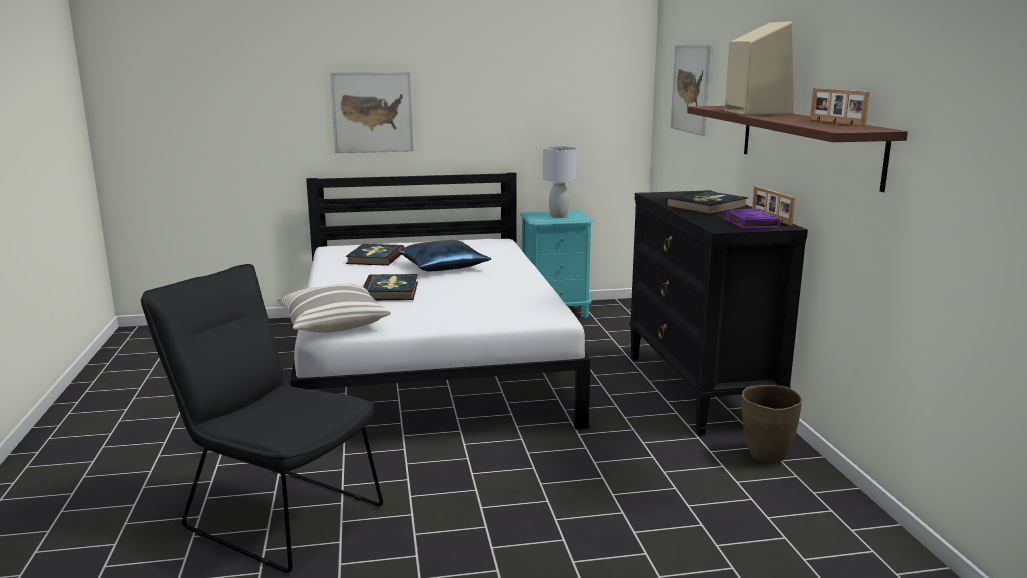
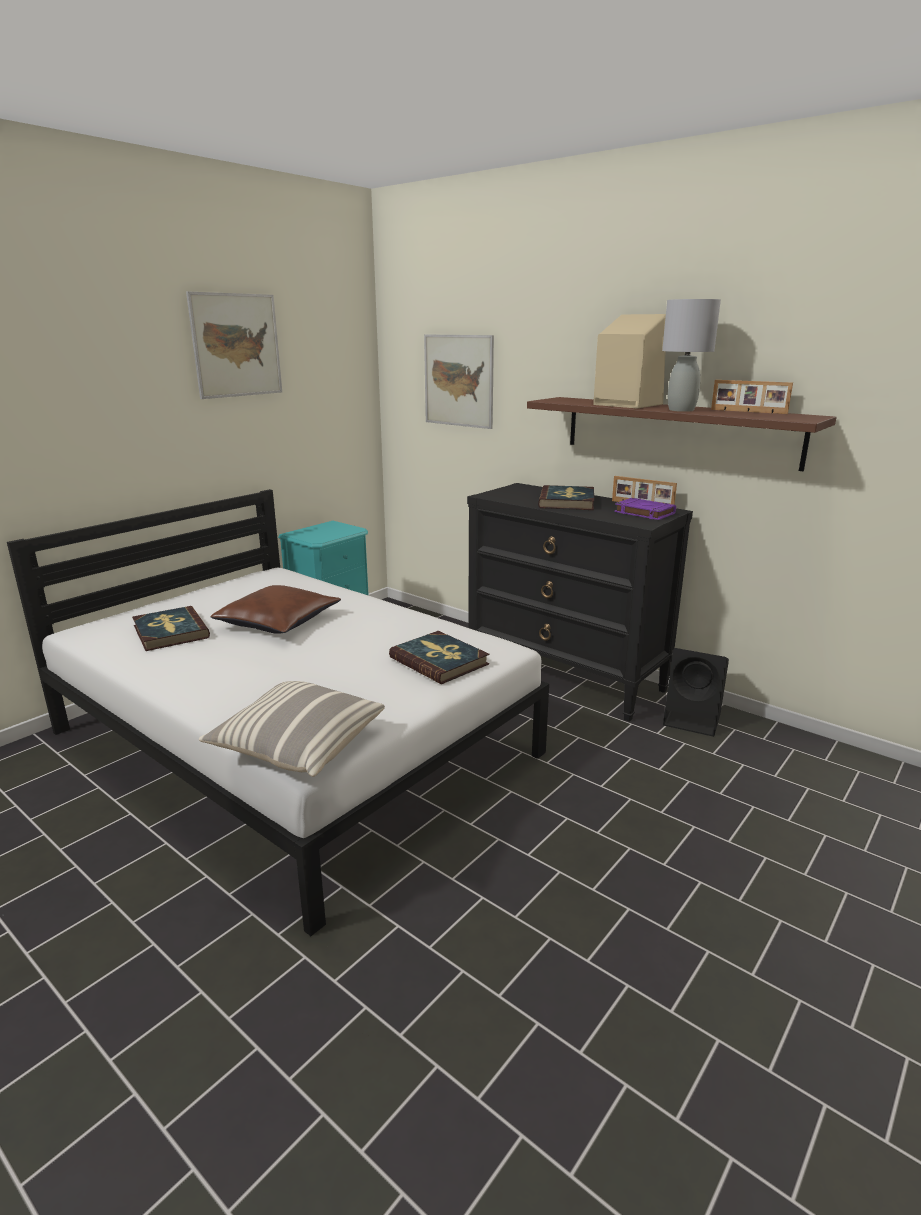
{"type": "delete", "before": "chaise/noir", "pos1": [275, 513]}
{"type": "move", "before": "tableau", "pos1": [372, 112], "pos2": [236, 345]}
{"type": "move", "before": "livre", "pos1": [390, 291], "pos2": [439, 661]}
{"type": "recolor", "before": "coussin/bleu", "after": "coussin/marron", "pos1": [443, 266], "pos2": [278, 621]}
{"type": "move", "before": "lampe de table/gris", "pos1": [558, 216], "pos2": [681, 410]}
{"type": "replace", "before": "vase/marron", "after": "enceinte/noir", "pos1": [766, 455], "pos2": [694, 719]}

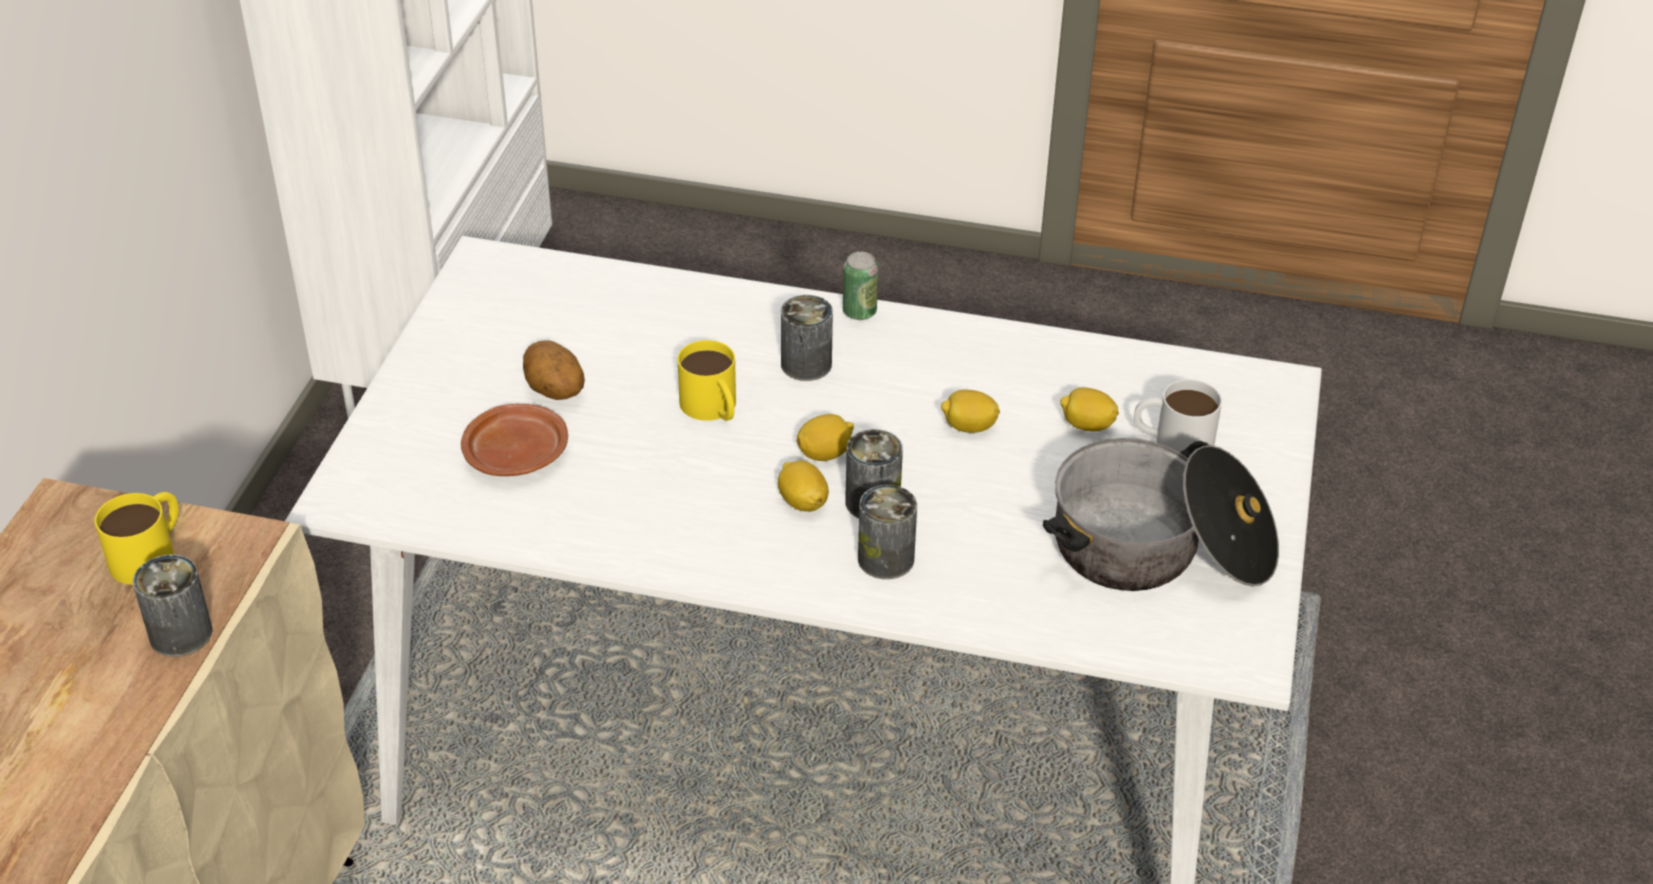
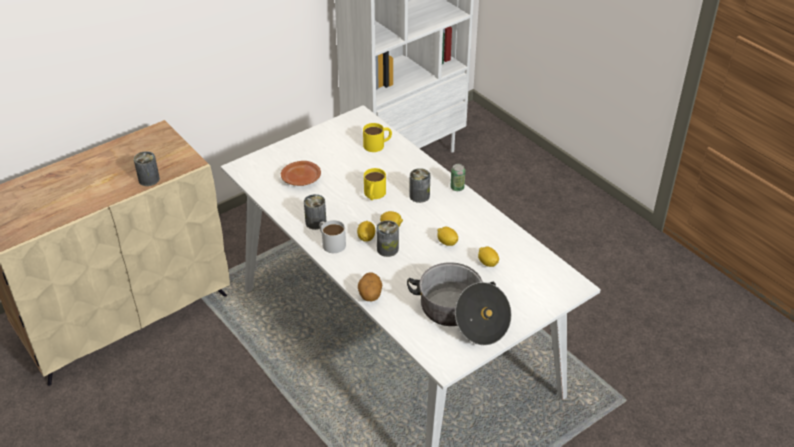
{"type": "move", "before": "mug/jaune", "pos1": [151, 553], "pos2": [377, 144]}
{"type": "move", "before": "pomme de terre", "pos1": [554, 392], "pos2": [370, 295]}
{"type": "move", "before": "boîte métallique", "pos1": [886, 559], "pos2": [316, 222]}
{"type": "move", "before": "mug/blanc", "pos1": [1172, 440], "pos2": [331, 242]}

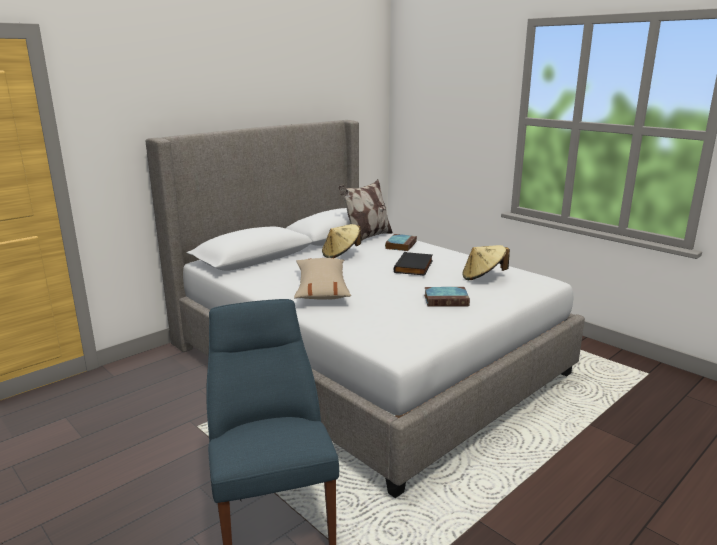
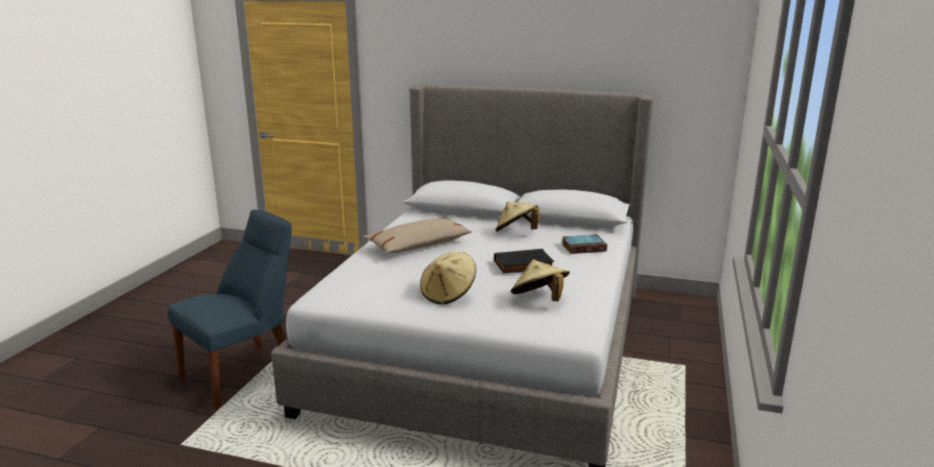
{"type": "delete", "before": "coussin", "pos1": [366, 237]}
{"type": "replace", "before": "livre", "after": "chapeau/beige", "pos1": [447, 300], "pos2": [448, 294]}

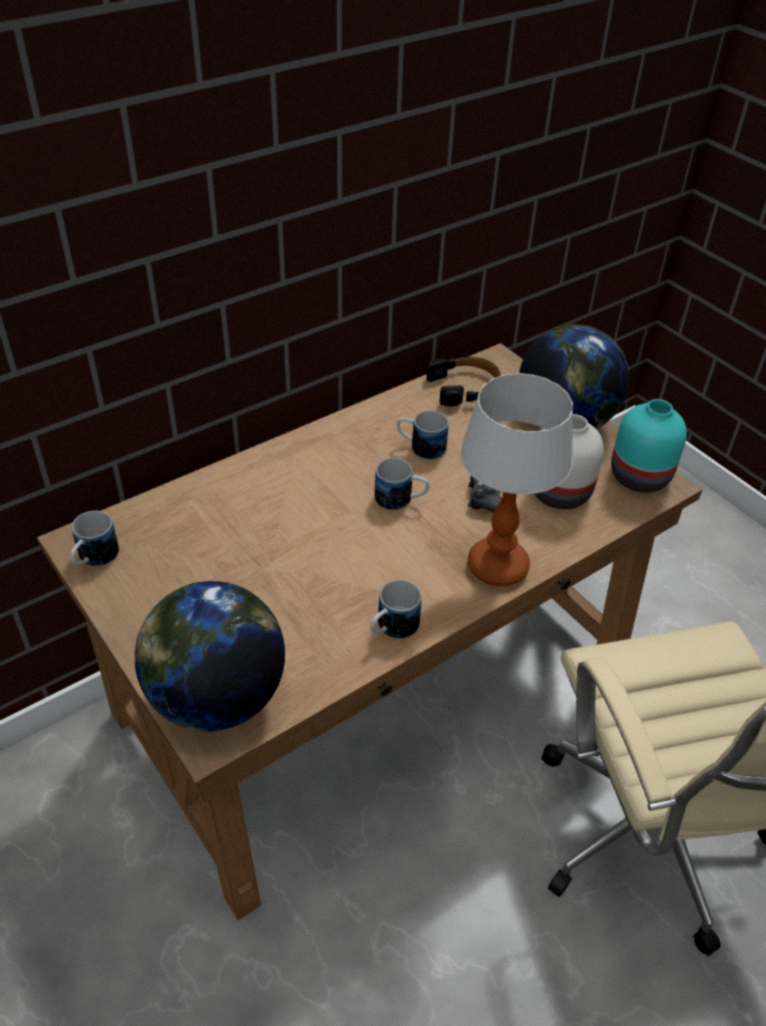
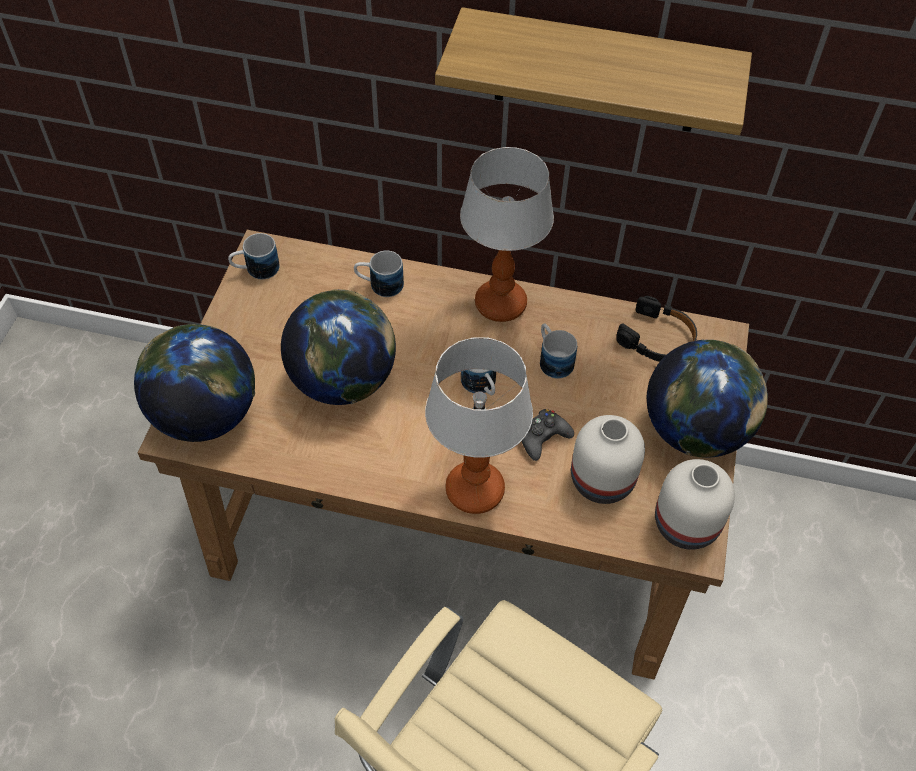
{"type": "move", "before": "mug", "pos1": [391, 629], "pos2": [379, 285]}
{"type": "recolor", "before": "vase/turquoise", "after": "vase/blanc", "pos1": [639, 478], "pos2": [684, 525]}
{"type": "insert", "after": "globe", "pos2": [343, 381]}
{"type": "insert", "after": "étagère", "pos2": [597, 72]}
{"type": "insert", "after": "lampe de table", "pos2": [501, 304]}

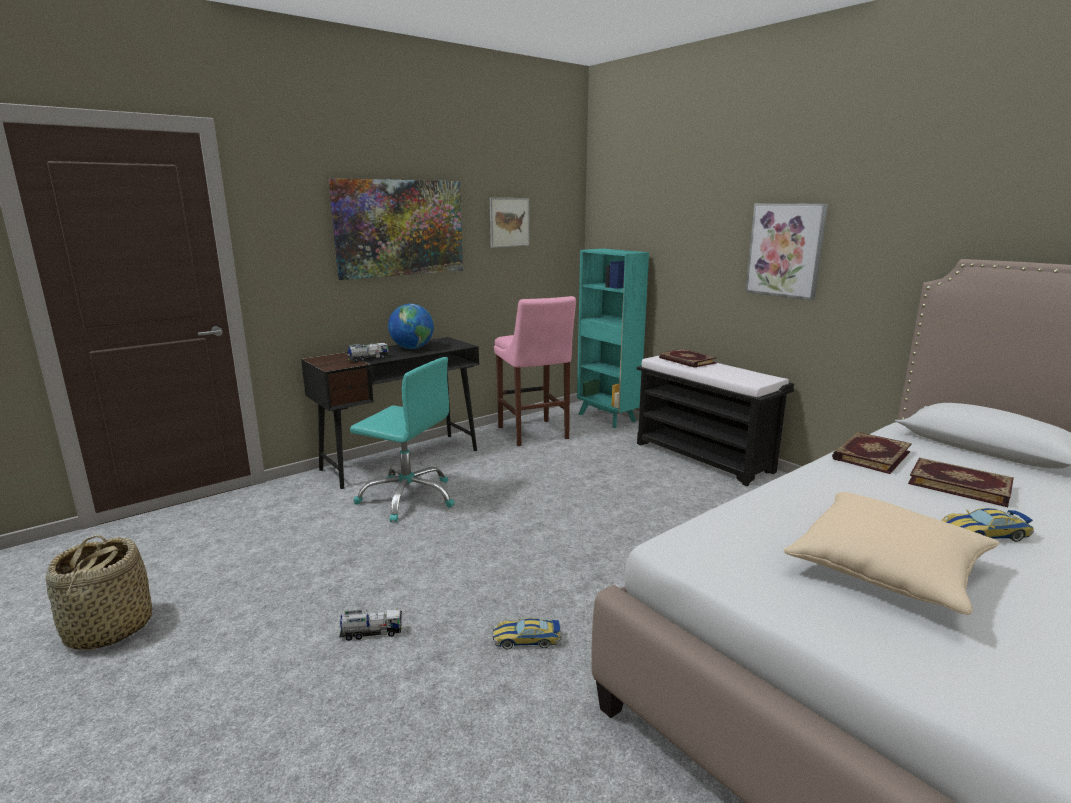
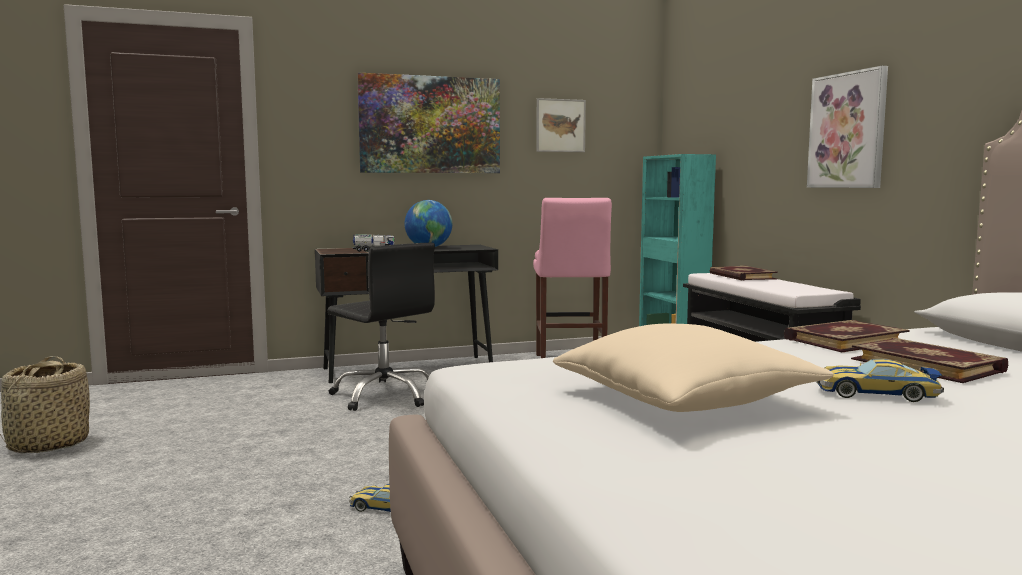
{"type": "delete", "before": "camion jouet", "pos1": [371, 633]}
{"type": "recolor", "before": "chaise de bureau/turquoise", "after": "chaise de bureau/noir", "pos1": [408, 497], "pos2": [385, 395]}

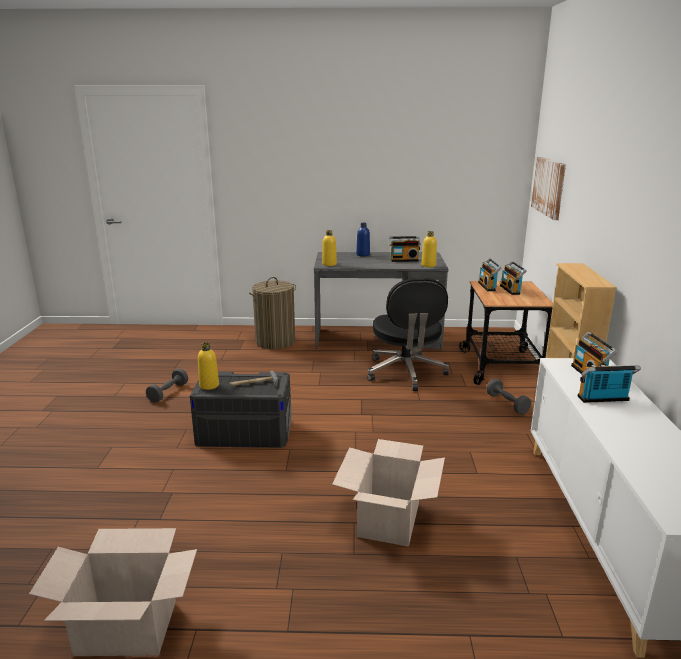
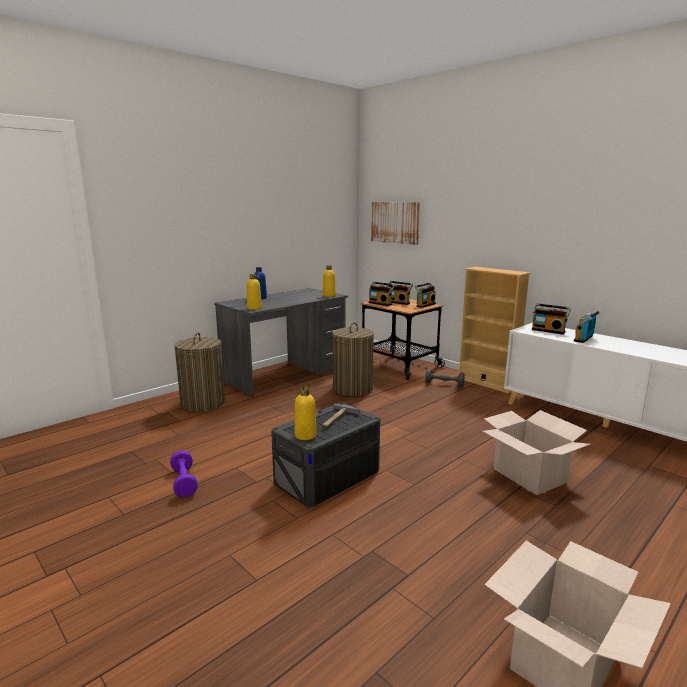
{"type": "recolor", "before": "haltère/gris", "after": "haltère/violet", "pos1": [168, 392], "pos2": [184, 482]}
{"type": "replace", "before": "chaise de bureau/noir", "after": "panier à linge", "pos1": [406, 373], "pos2": [352, 389]}
{"type": "move", "before": "radio", "pos1": [404, 260], "pos2": [425, 305]}

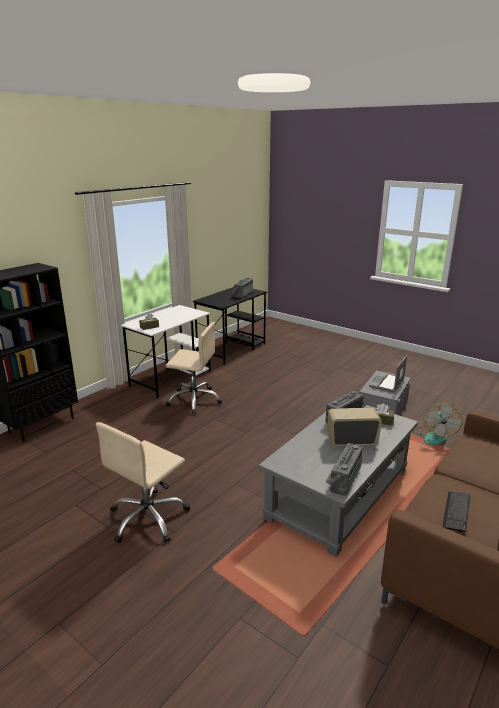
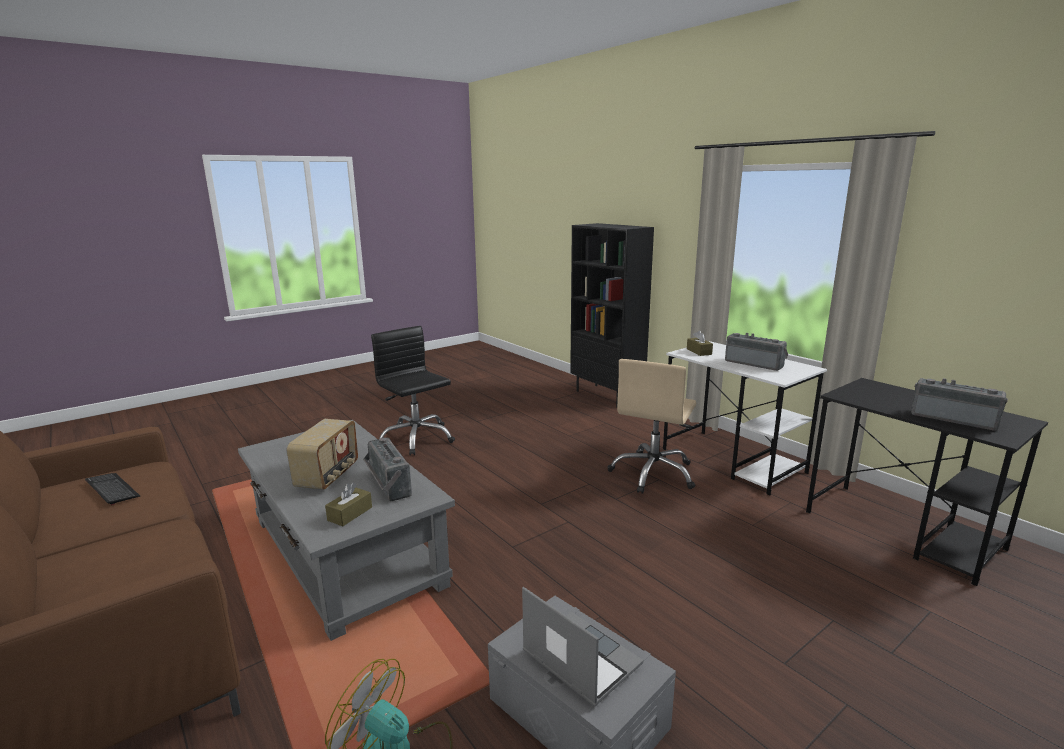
{"type": "recolor", "before": "chaise de bureau/beige", "after": "chaise de bureau/noir", "pos1": [148, 518], "pos2": [416, 438]}
{"type": "move", "before": "radio", "pos1": [342, 478], "pos2": [755, 363]}

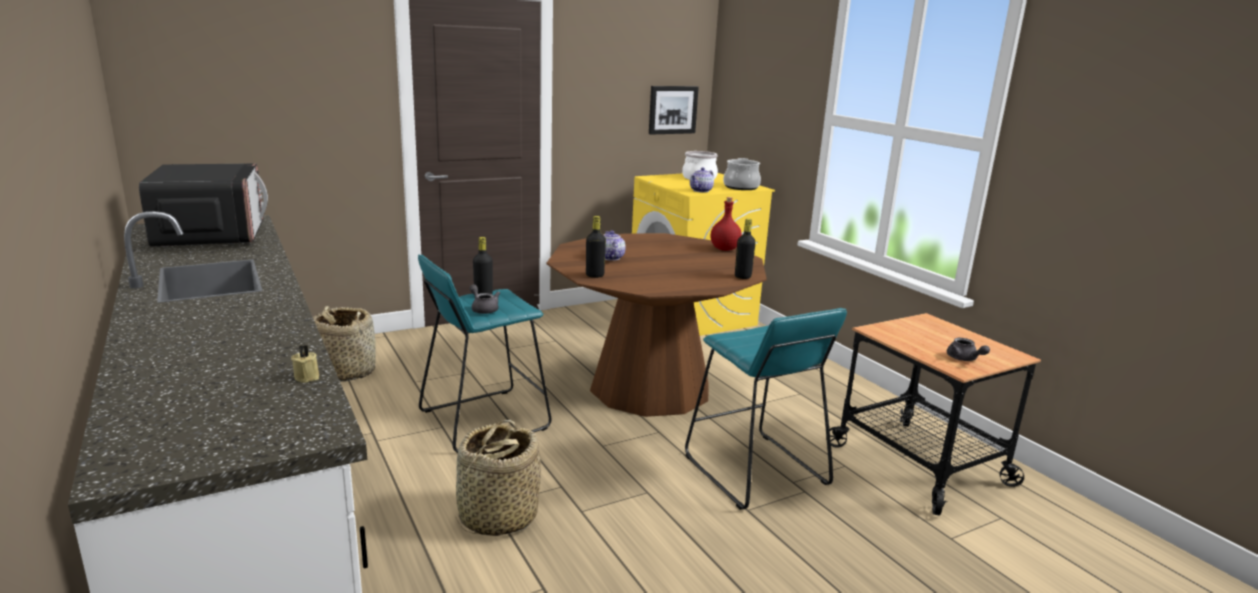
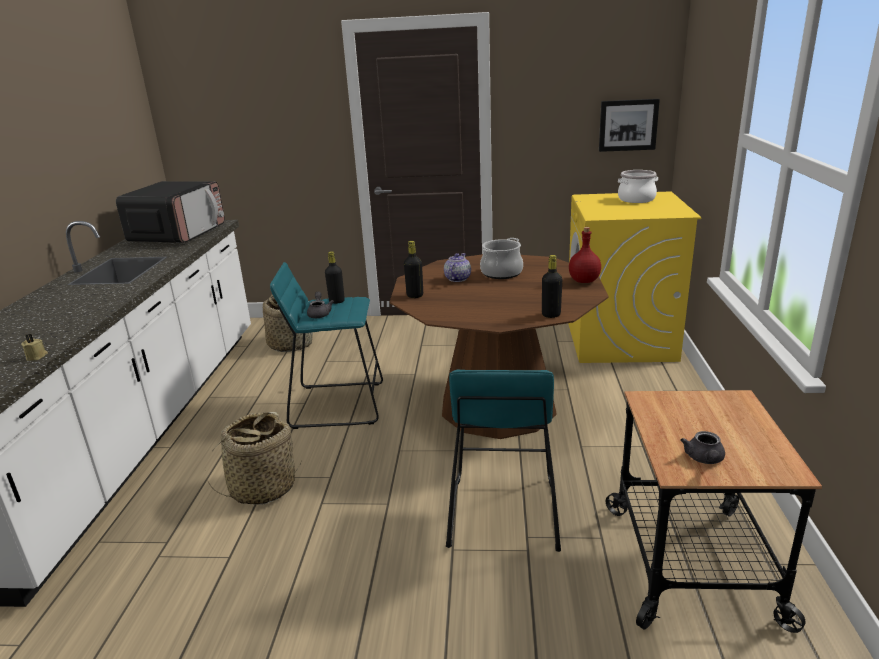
{"type": "delete", "before": "théière", "pos1": [701, 190]}
{"type": "move", "before": "marmite", "pos1": [741, 187], "pos2": [501, 273]}

